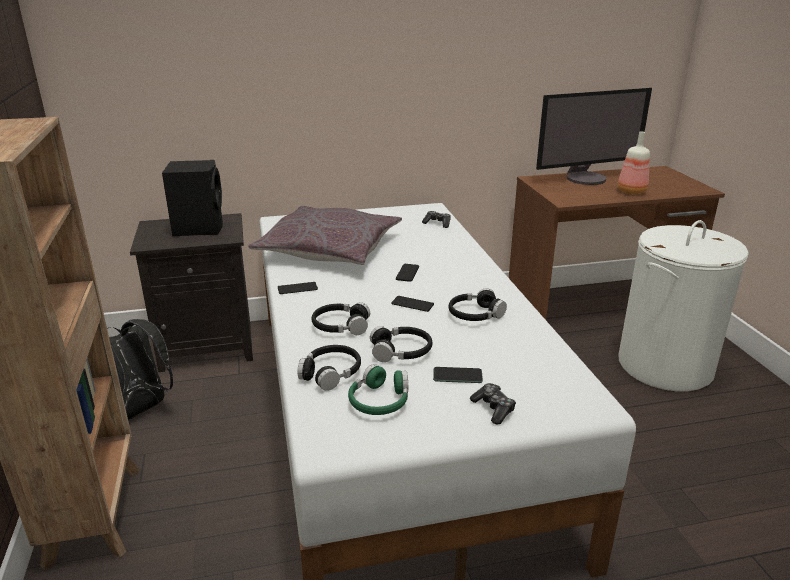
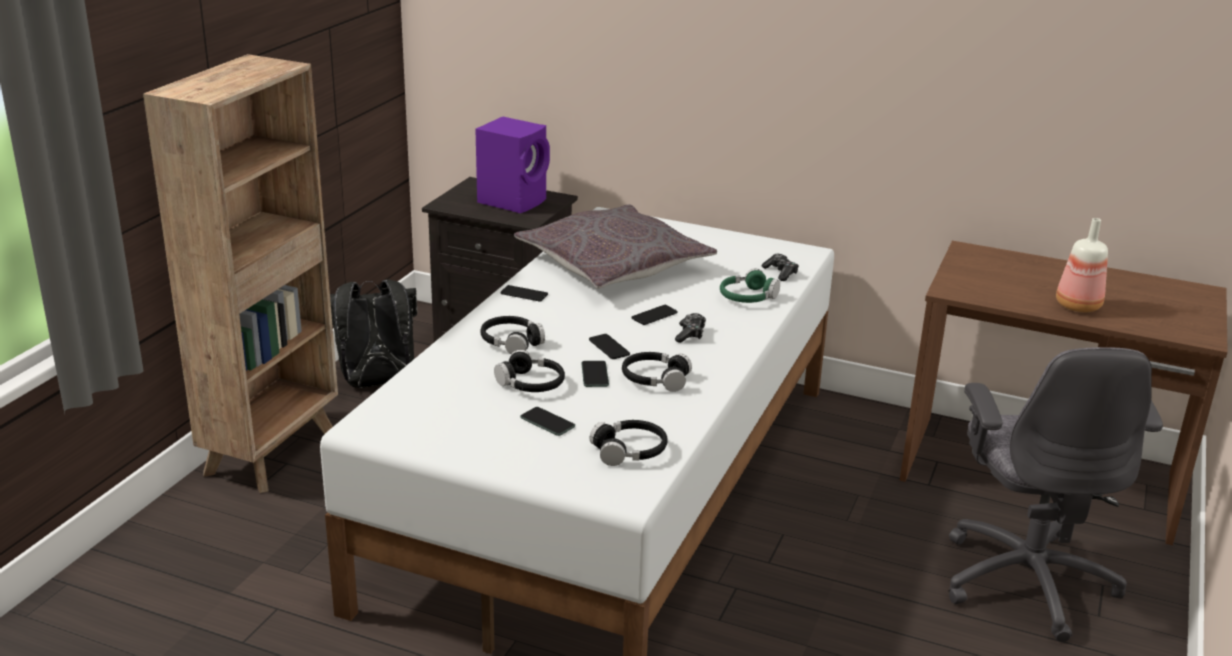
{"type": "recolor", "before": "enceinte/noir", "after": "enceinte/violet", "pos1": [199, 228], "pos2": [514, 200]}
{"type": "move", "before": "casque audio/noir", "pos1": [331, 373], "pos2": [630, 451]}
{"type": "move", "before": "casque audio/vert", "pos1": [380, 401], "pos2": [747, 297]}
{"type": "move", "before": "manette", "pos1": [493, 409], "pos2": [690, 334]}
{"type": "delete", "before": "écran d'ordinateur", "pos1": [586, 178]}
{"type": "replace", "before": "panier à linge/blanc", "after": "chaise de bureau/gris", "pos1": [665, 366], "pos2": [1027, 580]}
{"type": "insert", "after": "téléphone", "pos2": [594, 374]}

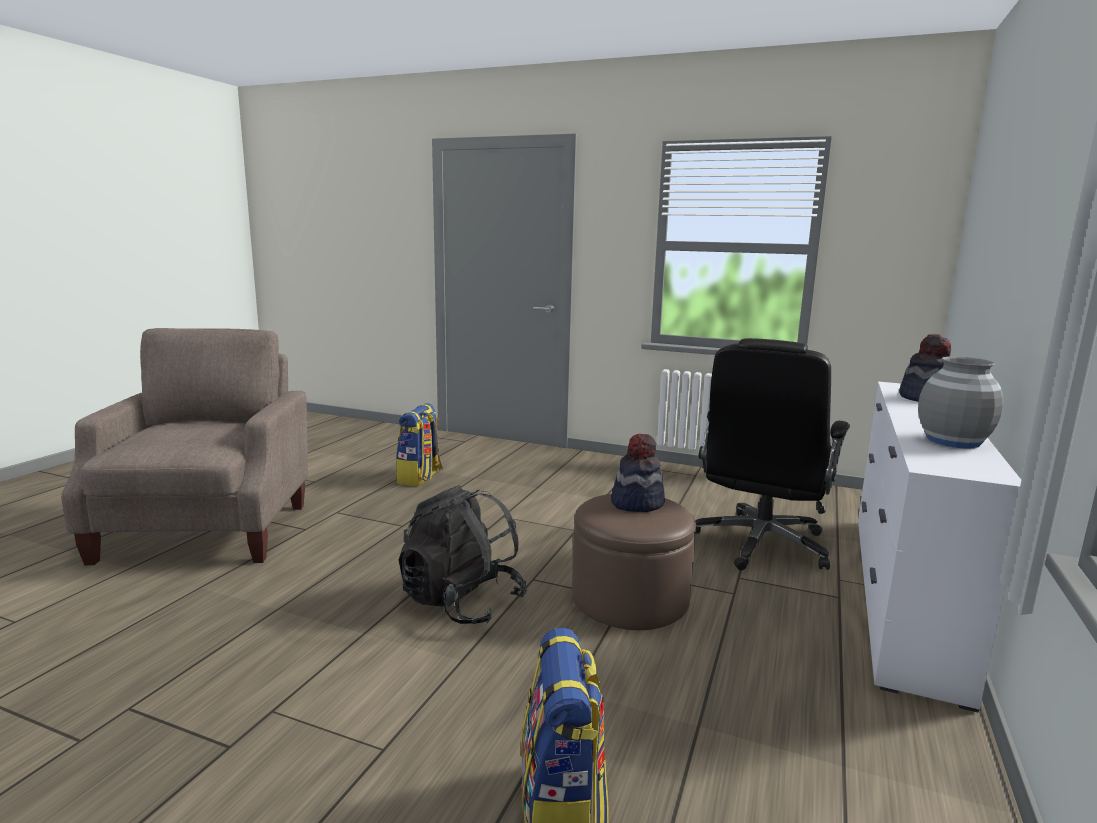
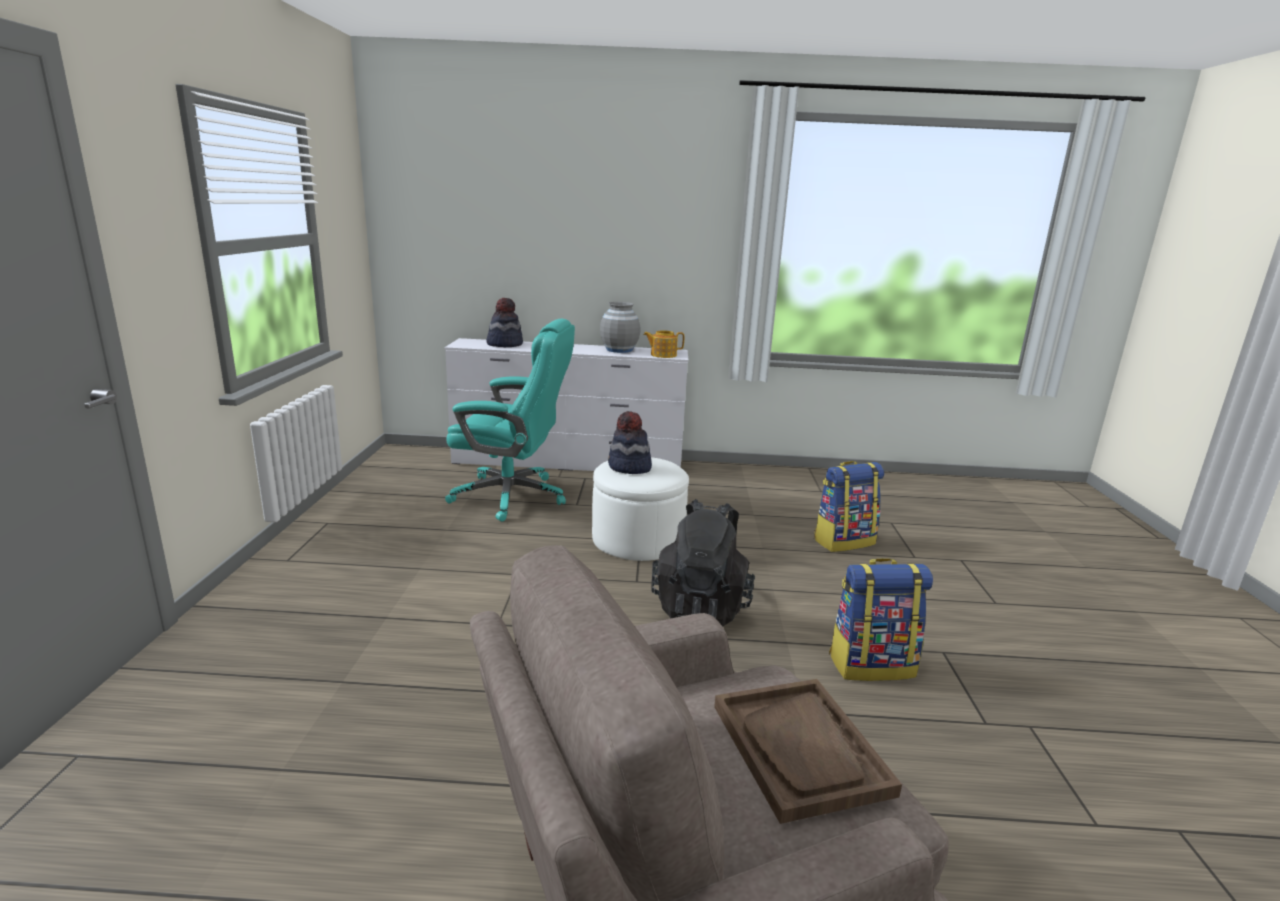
{"type": "move", "before": "sac à dos", "pos1": [420, 478], "pos2": [871, 664]}
{"type": "recolor", "before": "pouf/marron", "after": "pouf/blanc", "pos1": [630, 598], "pos2": [638, 539]}
{"type": "recolor", "before": "chaise de bureau/noir", "after": "chaise de bureau/turquoise", "pos1": [760, 544], "pos2": [512, 496]}
{"type": "insert", "after": "théière", "pos2": [663, 355]}
{"type": "insert", "after": "plateau/marron", "pos2": [800, 749]}

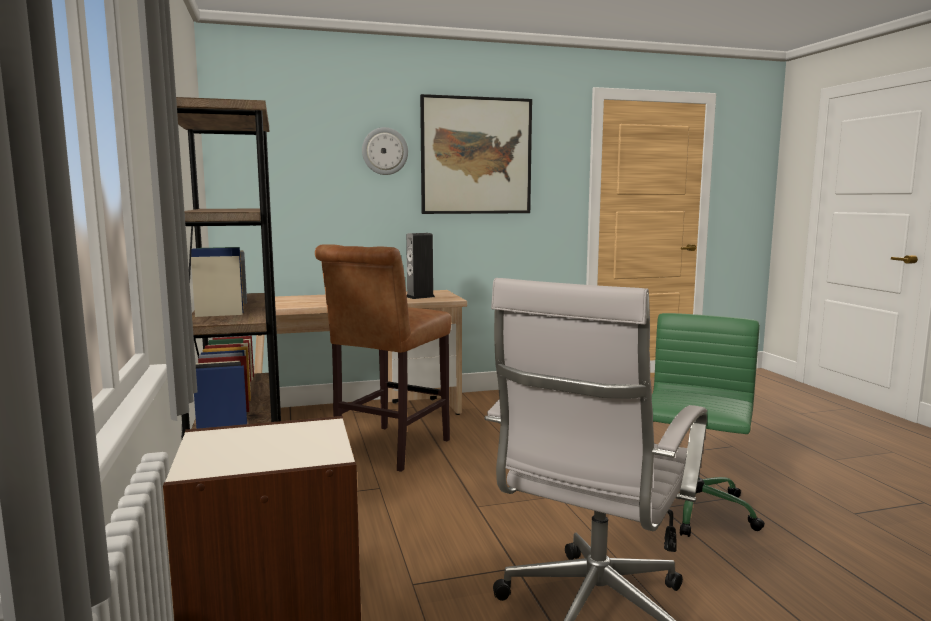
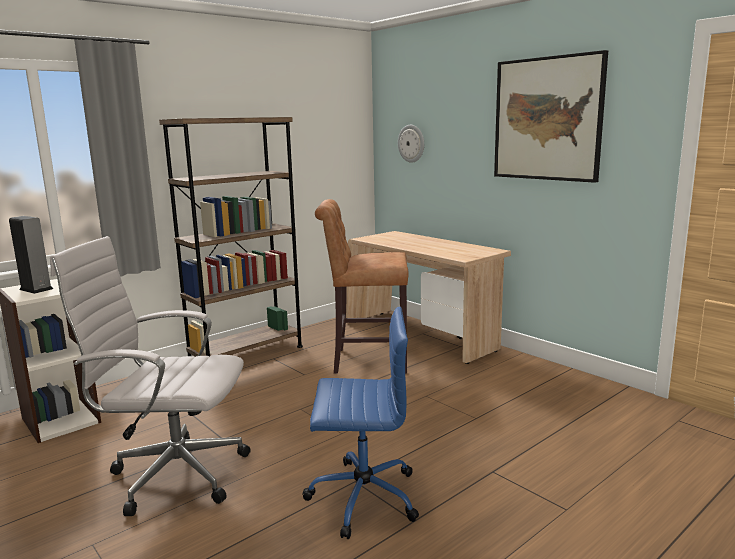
{"type": "move", "before": "horloge murale", "pos1": [385, 151], "pos2": [411, 143]}
{"type": "move", "before": "enceinte", "pos1": [420, 297], "pos2": [36, 289]}
{"type": "recolor", "before": "chaise de bureau/vert", "after": "chaise de bureau/bleu", "pos1": [691, 510], "pos2": [361, 496]}

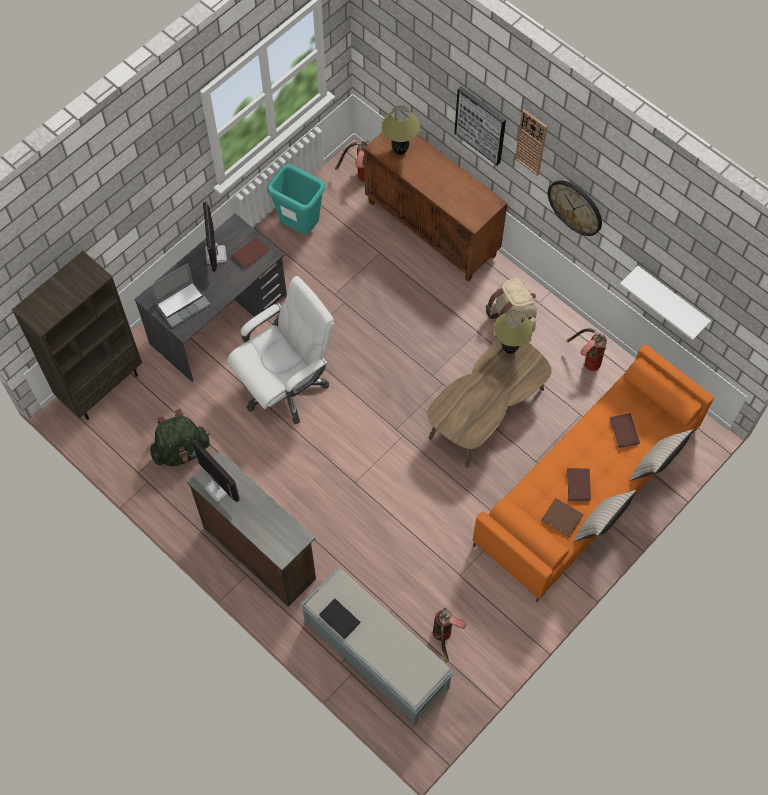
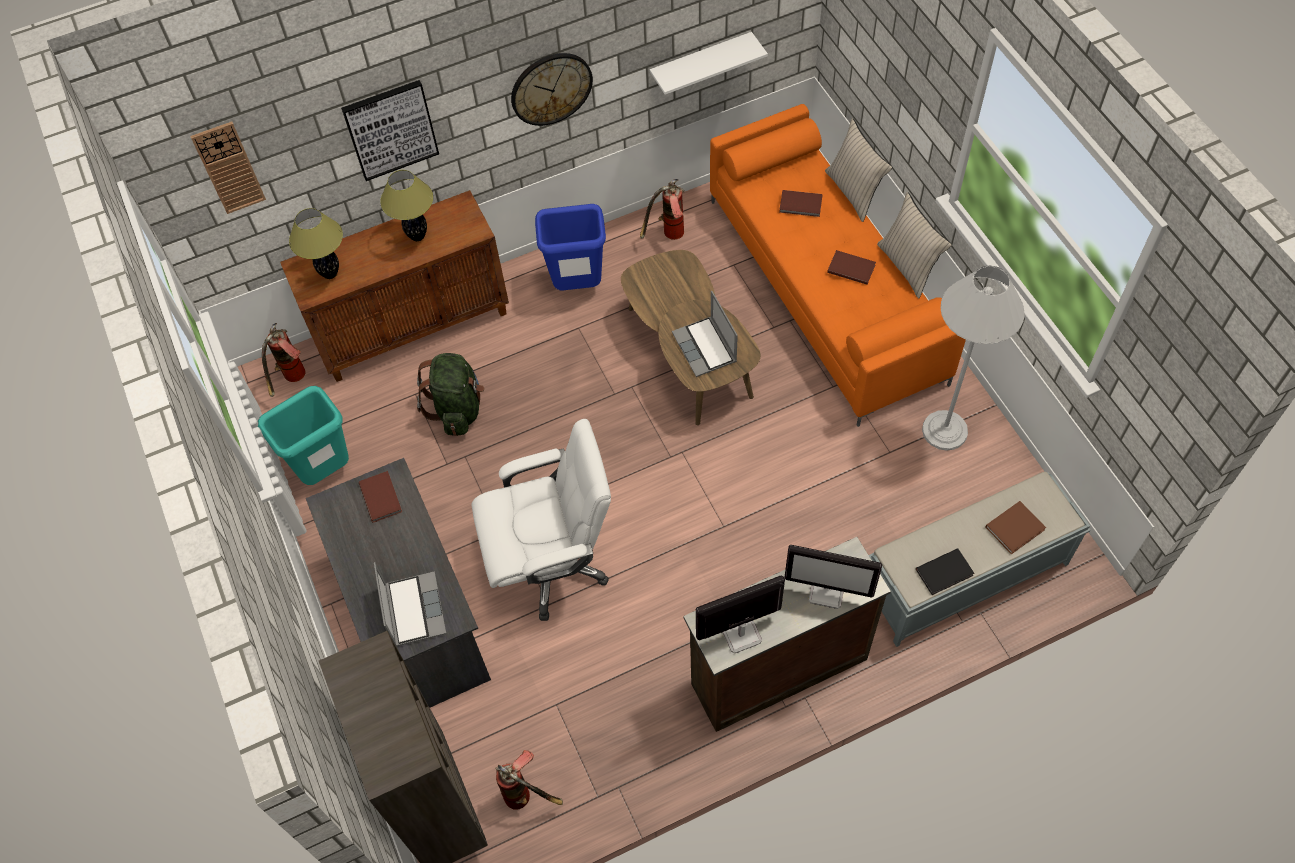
{"type": "move", "before": "sac à dos/vert", "pos1": [181, 450], "pos2": [458, 408]}
{"type": "move", "before": "écran d'ordinateur", "pos1": [216, 255], "pos2": [827, 591]}
{"type": "rotate", "before": "chaise de bureau/blanc", "pos1": [285, 385], "pos2": [551, 563], "turn": 90}
{"type": "move", "before": "extincteur", "pos1": [444, 639], "pos2": [528, 796]}
{"type": "replace", "before": "sac à dos/beige", "after": "poubelle/bleu", "pos1": [512, 317], "pos2": [577, 286]}
{"type": "move", "before": "lampe de table", "pos1": [509, 349], "pos2": [417, 236]}
{"type": "move", "before": "horloge murale", "pos1": [531, 142], "pos2": [229, 167]}
{"type": "move", "before": "livre/marron", "pos1": [563, 518], "pos2": [1016, 527]}
{"type": "insert", "after": "ordinateur portable", "pos2": [705, 348]}
{"type": "insert", "after": "lampadaire/blanc", "pos2": [945, 430]}

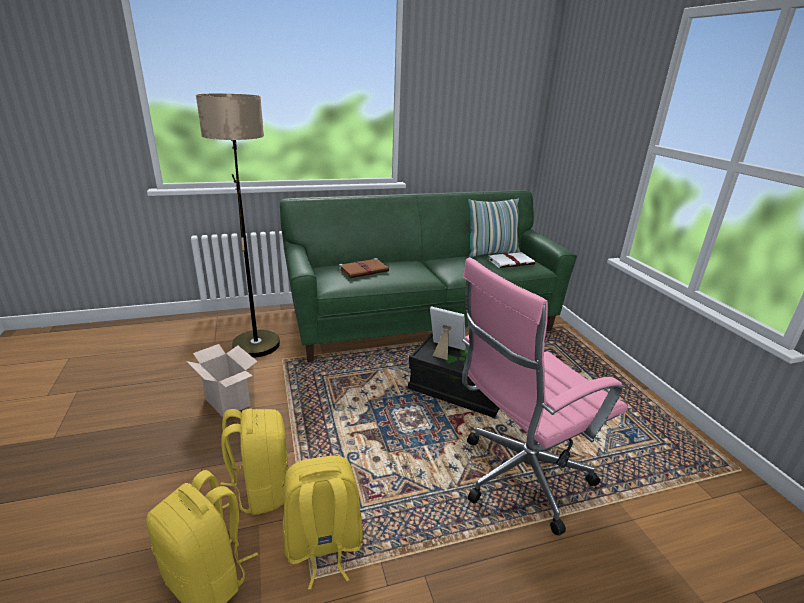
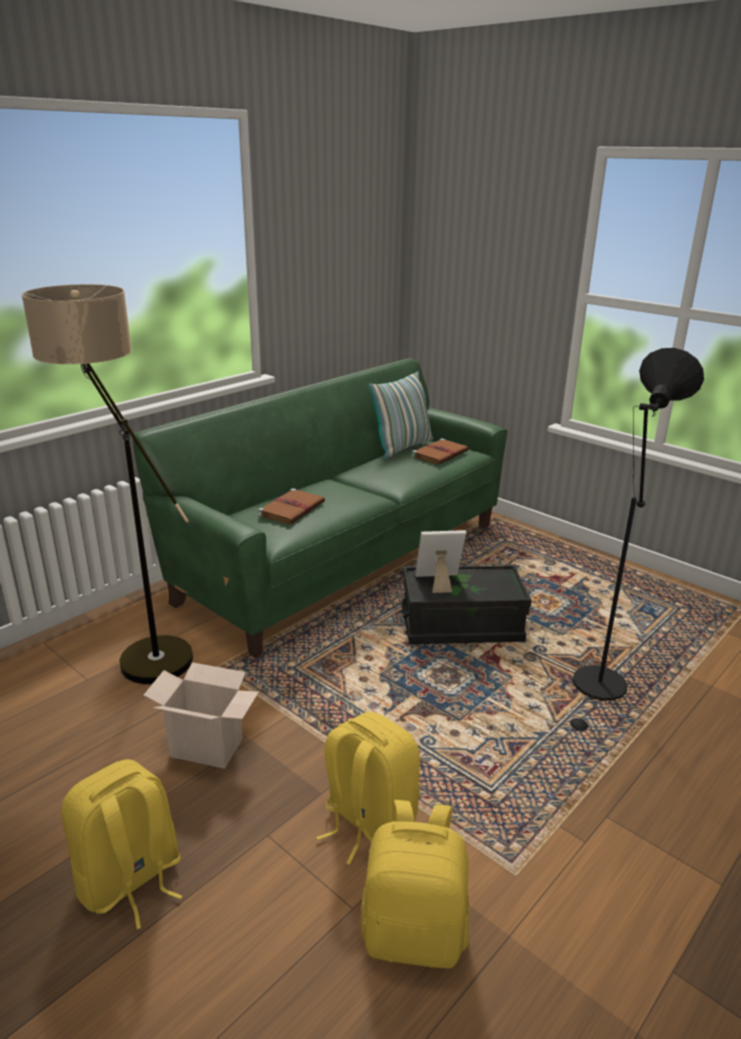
{"type": "move", "before": "sac à dos/jaune", "pos1": [323, 546], "pos2": [130, 881]}
{"type": "replace", "before": "chaise de bureau/rose", "after": "lampadaire/noir", "pos1": [519, 478], "pos2": [598, 691]}
{"type": "recolor", "before": "livre/blanc", "after": "livre/marron", "pos1": [511, 262], "pos2": [440, 454]}

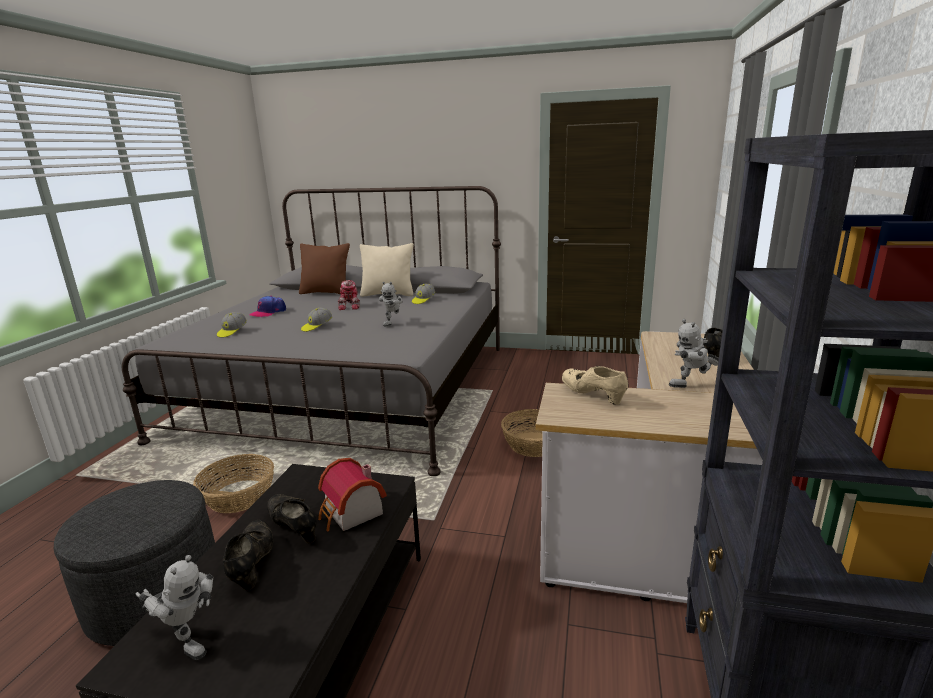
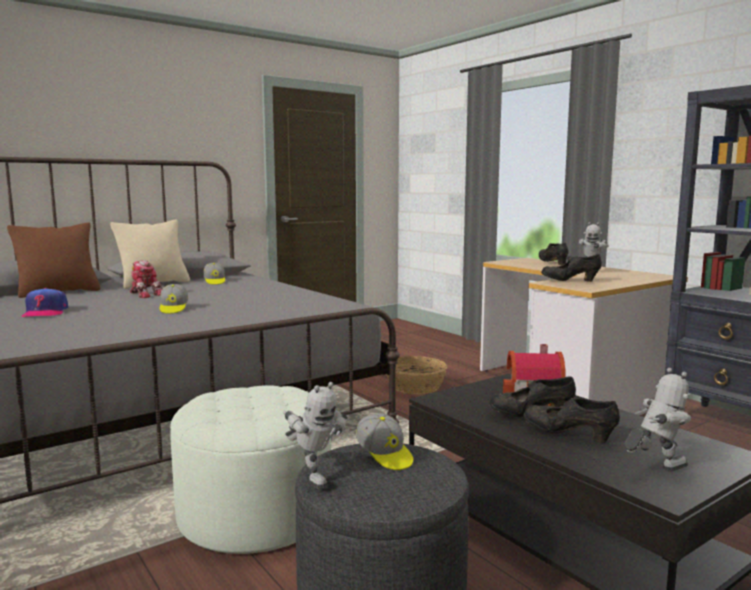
{"type": "replace", "before": "panier", "after": "pouf/blanc", "pos1": [239, 496], "pos2": [255, 513]}
{"type": "move", "before": "casquette", "pos1": [232, 332], "pos2": [384, 455]}
{"type": "move", "before": "robot jouet", "pos1": [393, 323], "pos2": [313, 477]}
{"type": "recolor", "before": "chaussure/beige", "after": "chaussure/noir", "pos1": [593, 396], "pos2": [570, 281]}

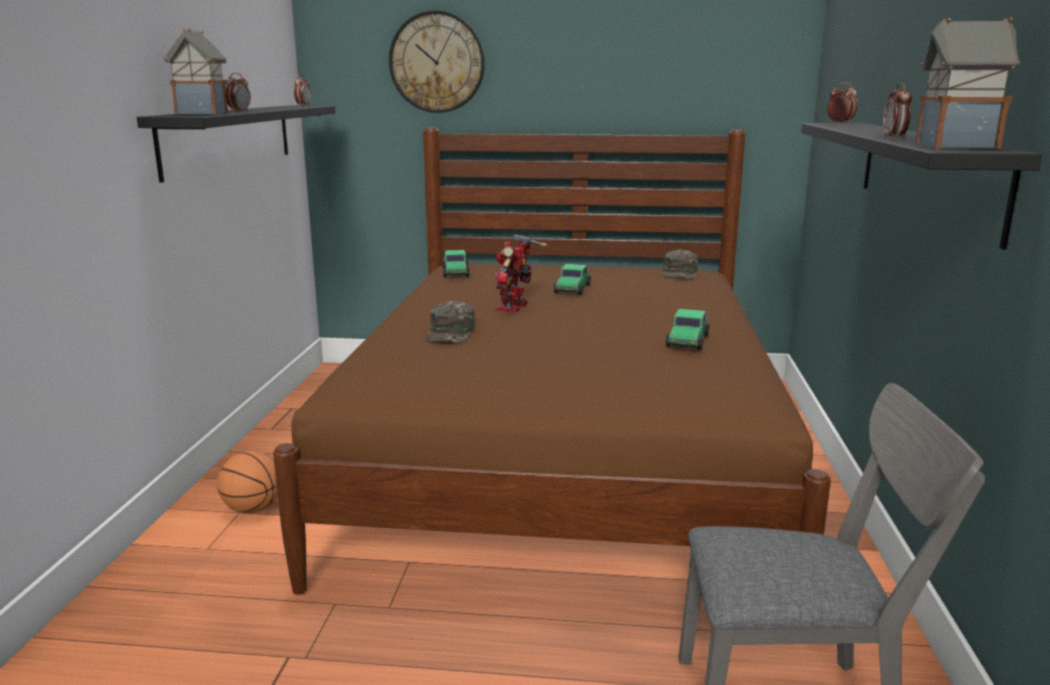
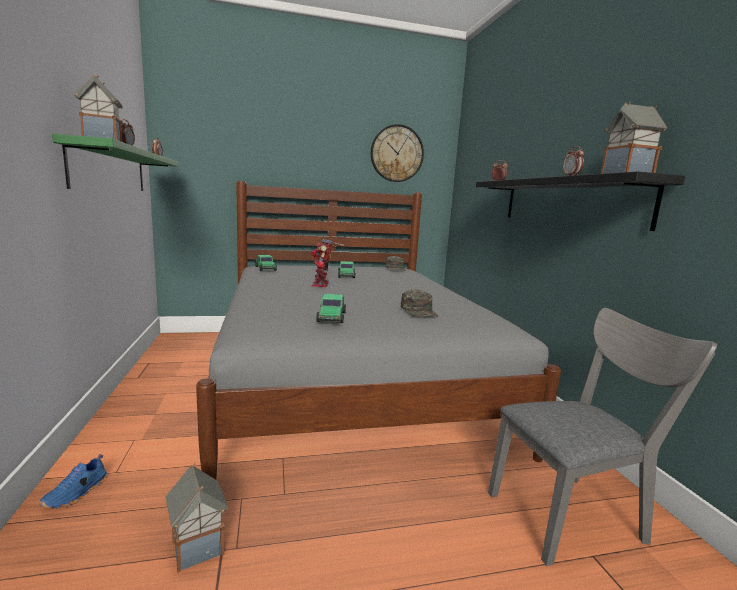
{"type": "recolor", "before": "étagère/noir", "after": "étagère/vert", "pos1": [230, 138], "pos2": [111, 170]}
{"type": "delete", "before": "ballon de basket", "pos1": [253, 509]}
{"type": "recolor", "before": "lit/marron", "after": "lit/gris", "pos1": [563, 459], "pos2": [348, 379]}
{"type": "move", "before": "horloge murale", "pos1": [437, 62], "pos2": [397, 153]}
{"type": "move", "before": "casquette/vert", "pos1": [451, 333], "pos2": [419, 311]}
{"type": "move", "before": "petite voiture", "pos1": [687, 341], "pos2": [331, 317]}
{"type": "insert", "after": "chaussure/bleu", "pos2": [77, 493]}
{"type": "insert", "after": "maison miniature", "pos2": [198, 548]}

